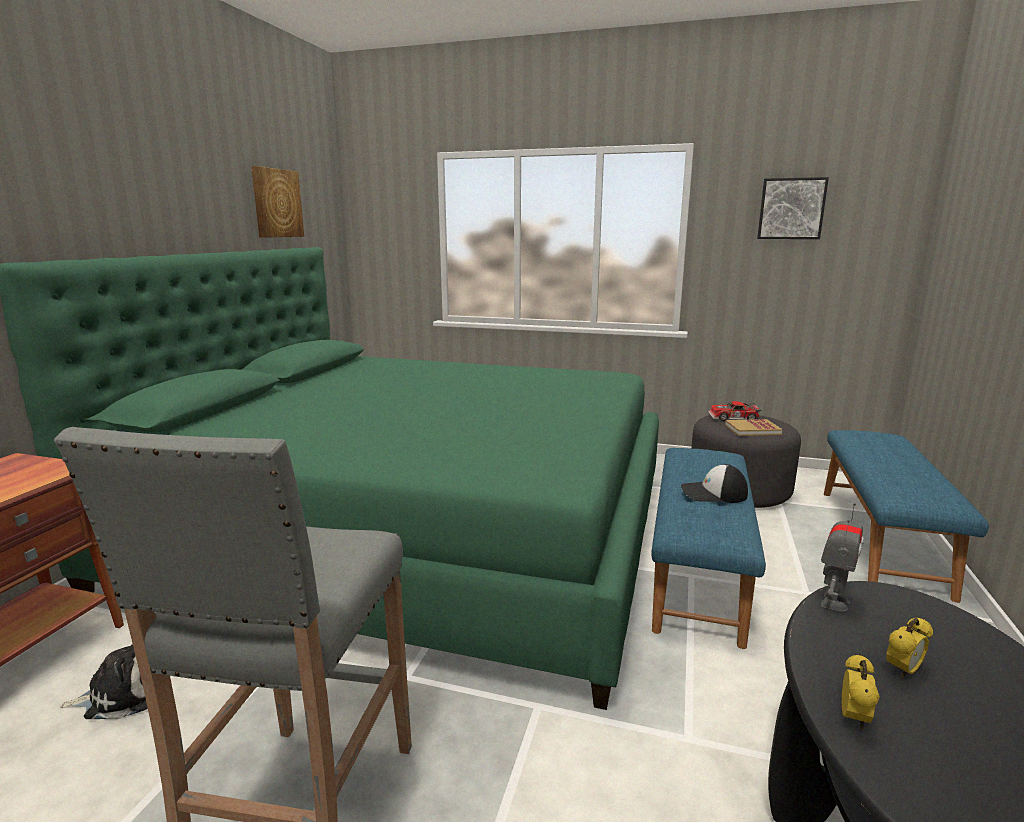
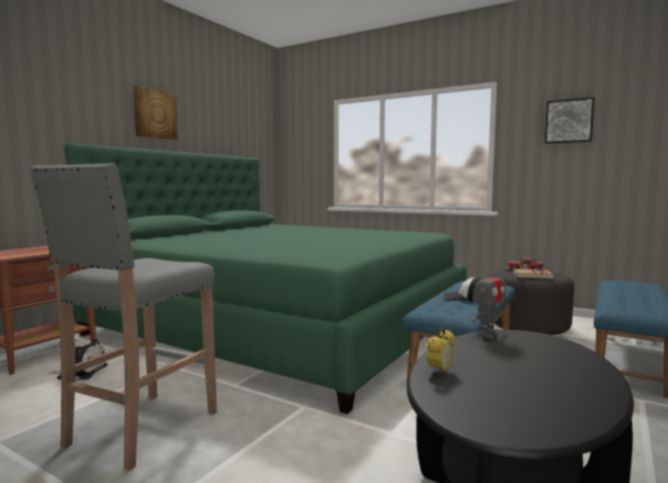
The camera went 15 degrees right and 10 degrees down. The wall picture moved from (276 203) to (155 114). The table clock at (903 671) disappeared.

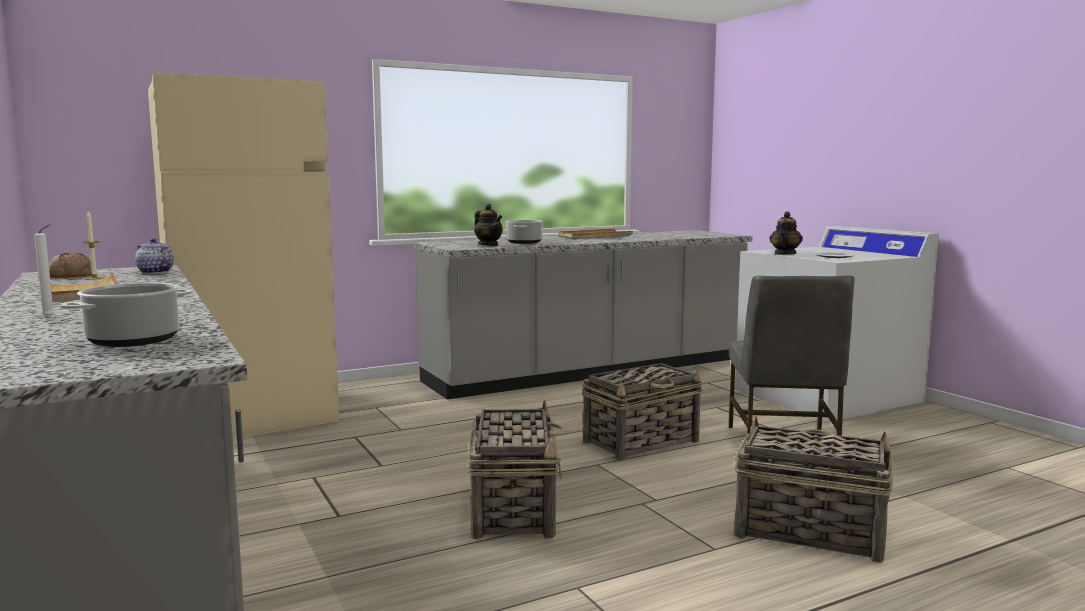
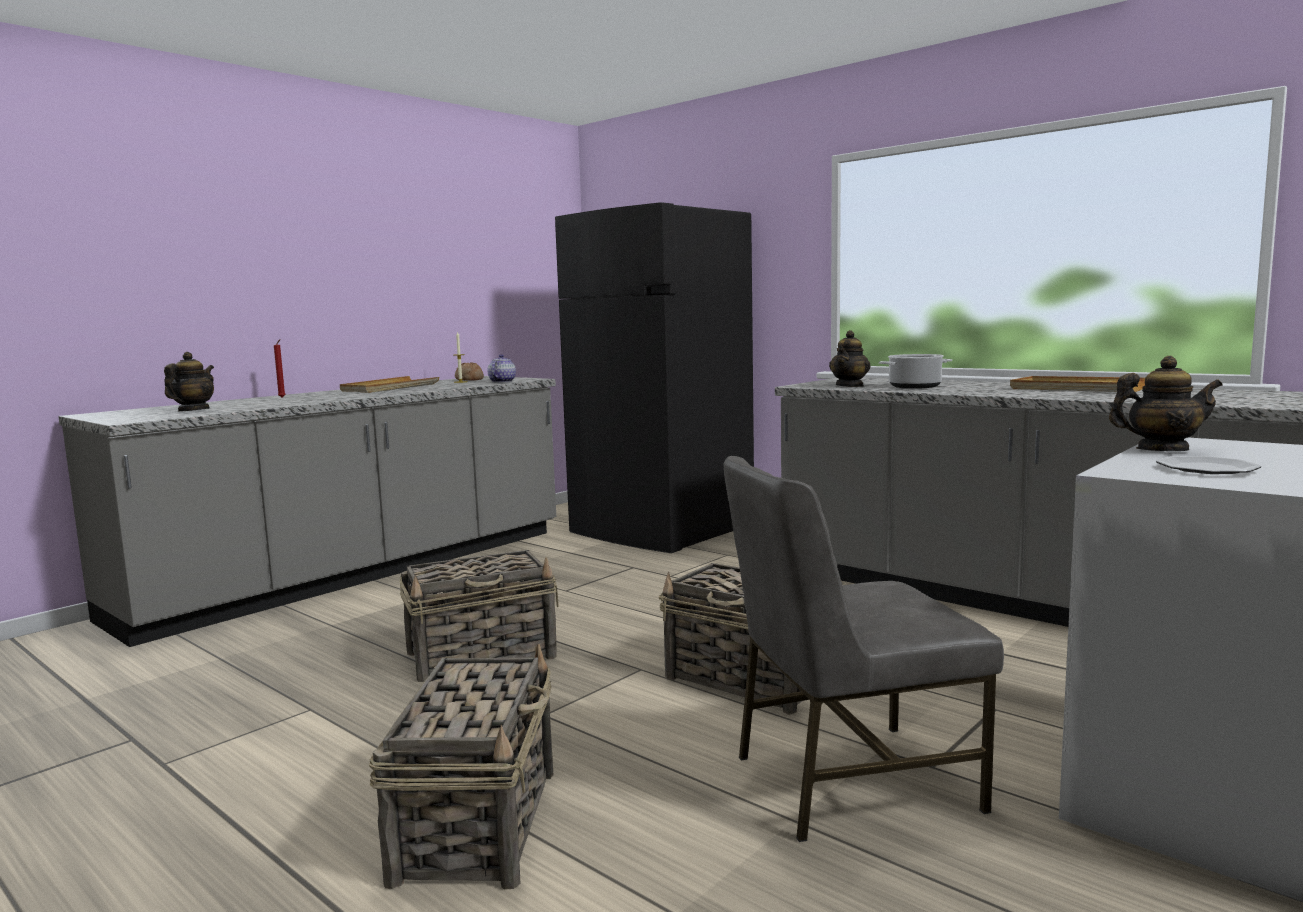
The camera went 70 degrees right and 0 degrees up. The whitish wax candle at (50 317) became the reddish wax candle at (282 397). The saucepot at (132 340) was replaced by the teapot at (193 410). The beige kitchen fridge at (253 413) became the blackish kitchen fridge at (661 529).

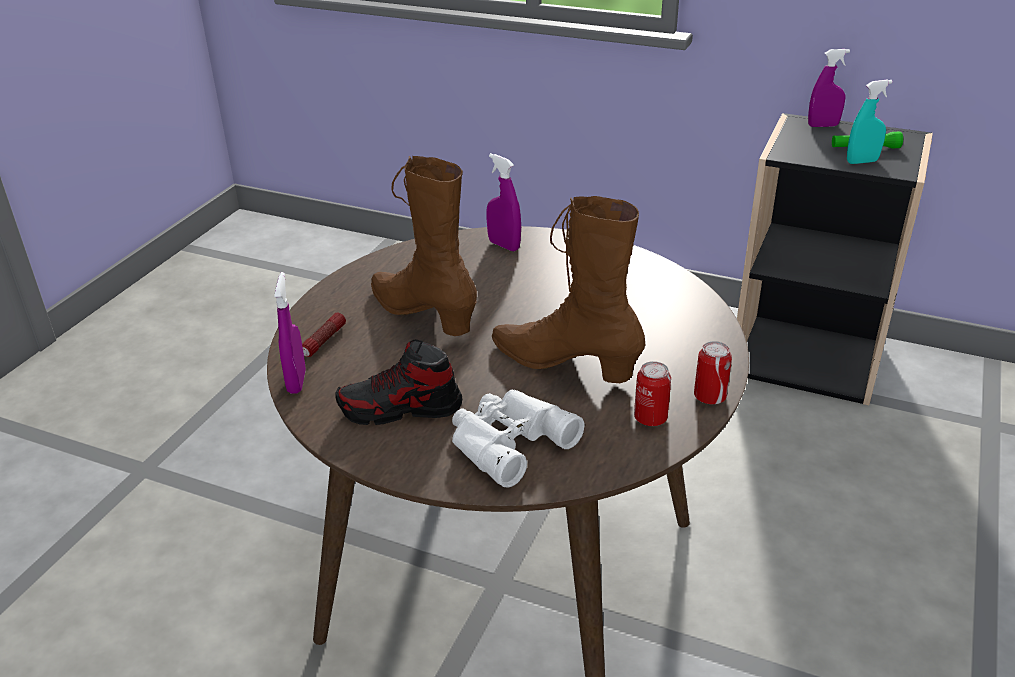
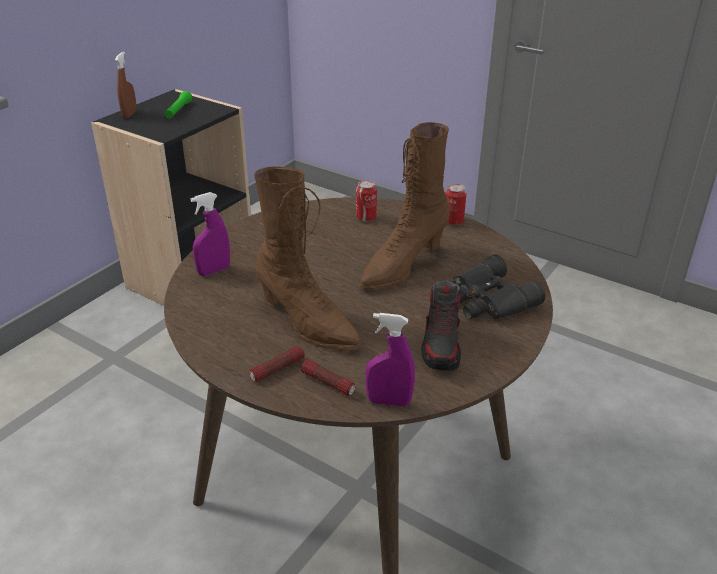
The camera went 80 degrees left and 0 degrees up. The brown high-top boot at (423 314) turned 105 degrees counterclockwise. The whitish binoculars at (506 441) became the blackish binoculars at (487 300). The metal can moved from (650 418) to (366 217). The purple-coloured spray bottle at (823 126) became the brown spray bottle at (129 114). The blue-green spray bottle at (862 162) disappeared. The flashlight at (277 369) appeared.

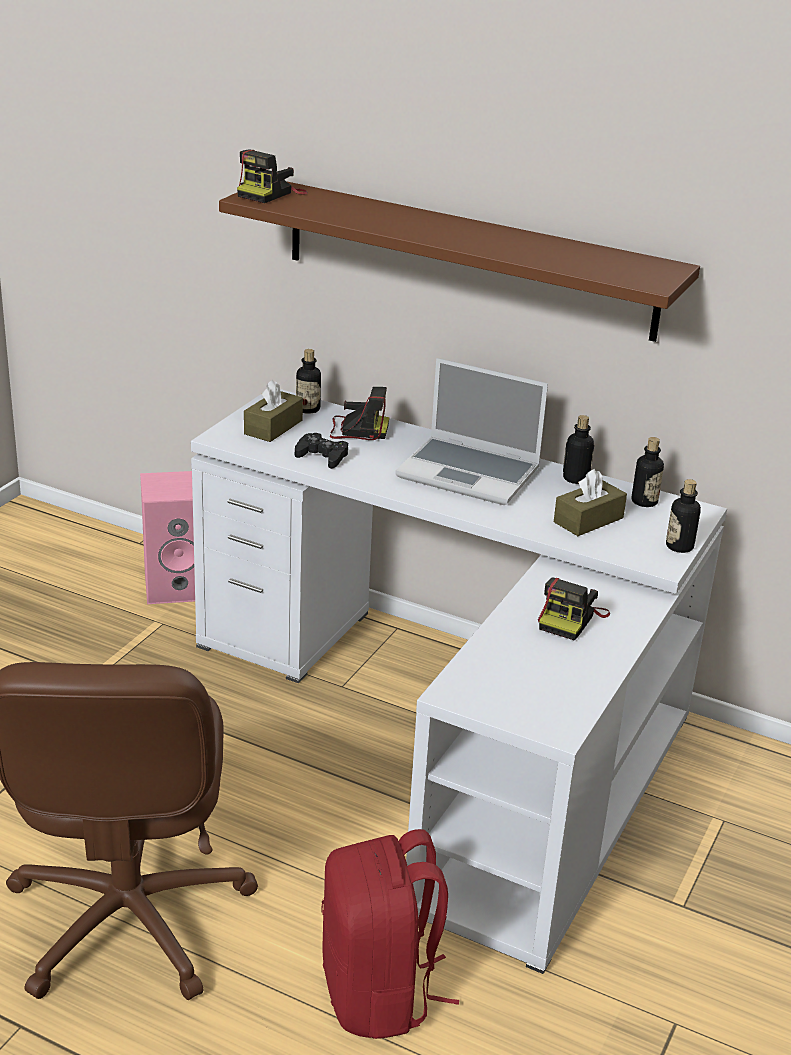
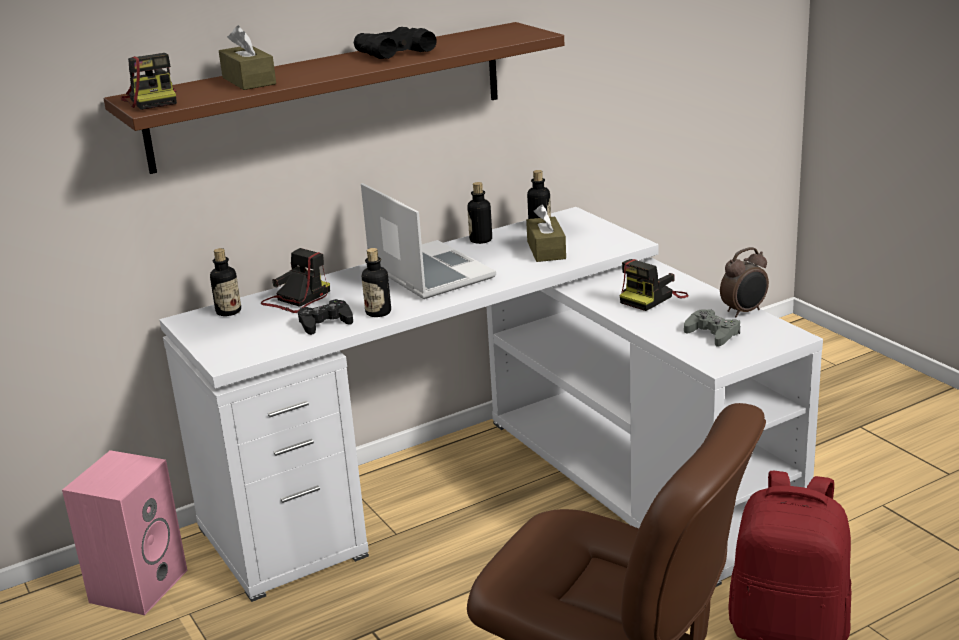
The camera went 55 degrees left and 5 degrees down. The brown tissue holder moved from (273 427) to (249 81). The laptop at (470 473) turned 90 degrees counterclockwise. The still camera at (571 619) turned 75 degrees clockwise. The drink bottle moved from (679 546) to (378 312). The blackish binoculars at (395 53) appeared. The grey joypad at (712 334) appeared. The table clock at (744 312) appeared.

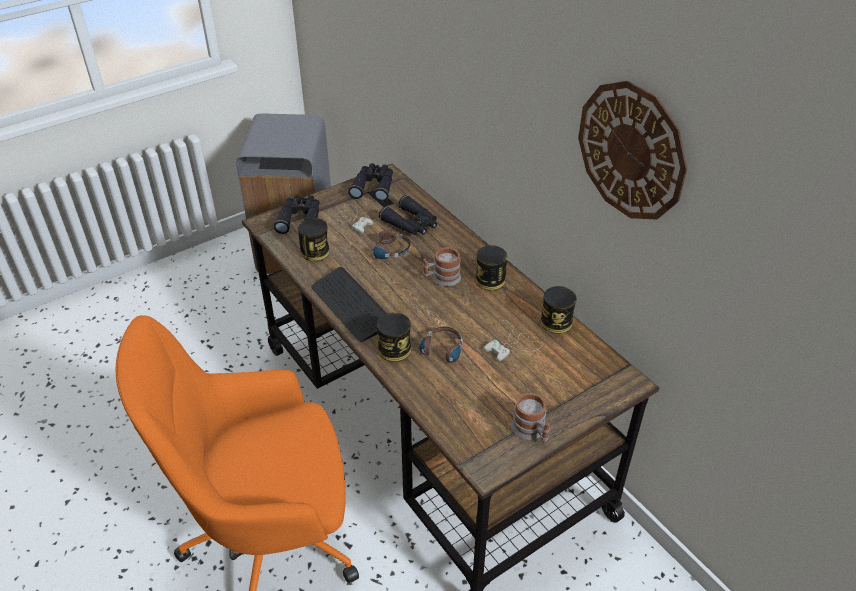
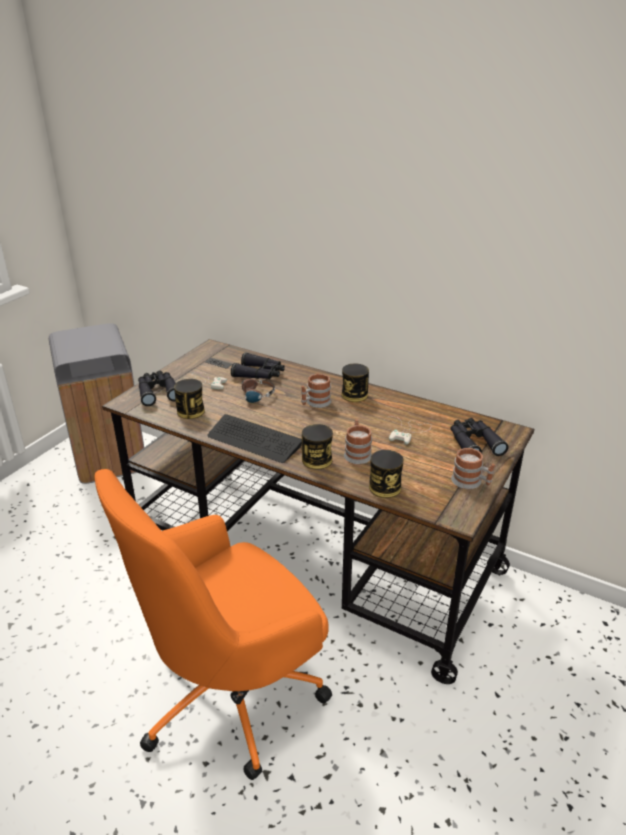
The camera went 25 degrees left and 10 degrees down. The blackish binoculars moved from (373 186) to (474 443). The headphones at (440 354) was replaced by the coffee mug at (357 453). The metal can moved from (556 322) to (385 487). The hanging clock at (631 151) disappeared.

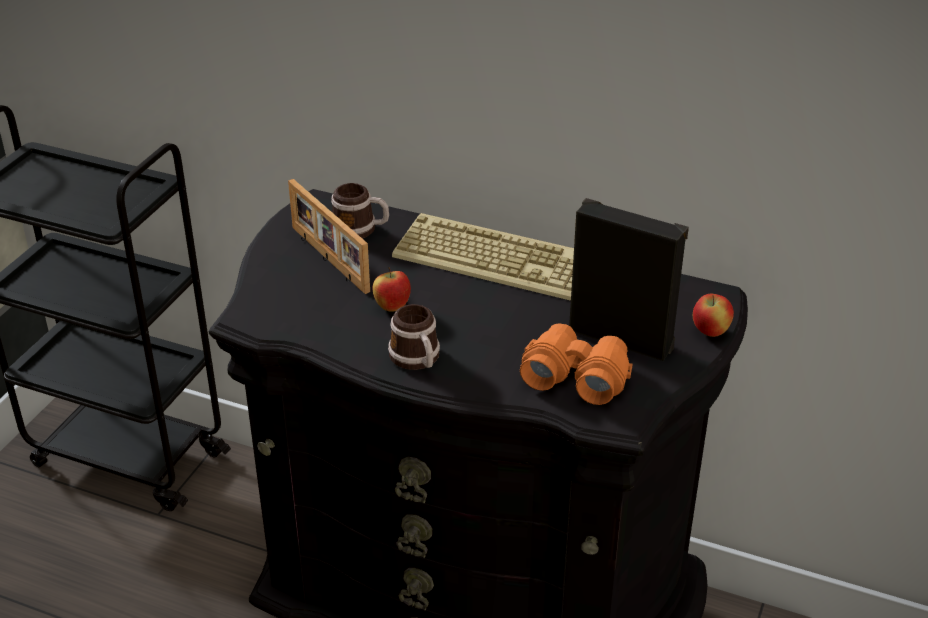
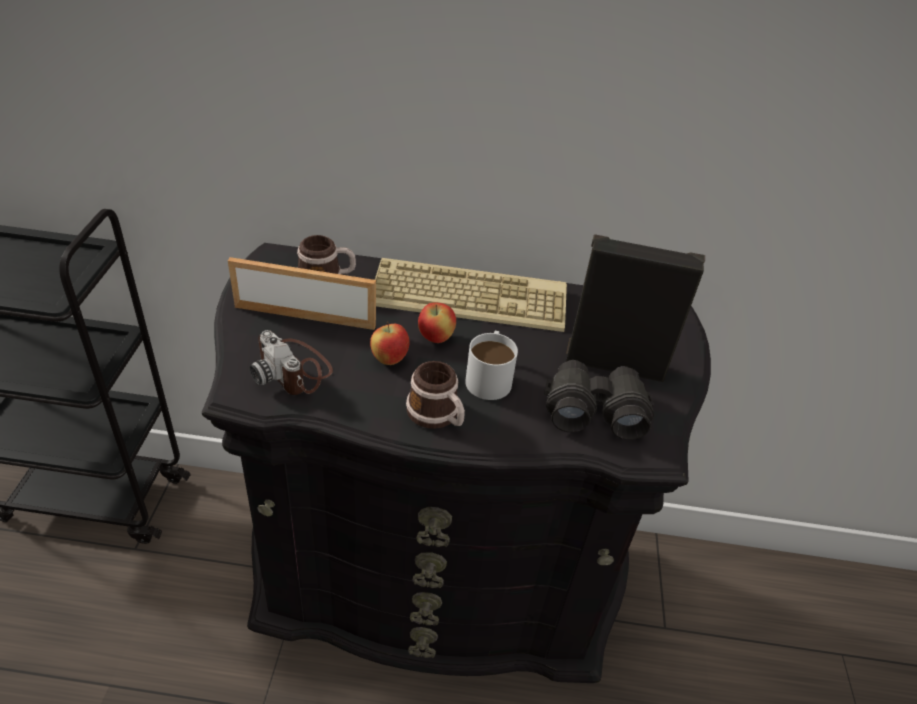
The camera went 20 degrees left and 5 degrees up. The photo frame at (328 259) turned 150 degrees clockwise. The orangey binoculars at (576 375) became the blackish binoculars at (594 410). The apple moved from (710 332) to (436 338). The still camera at (294 370) appeared. The whitish coffee mug at (490 376) appeared.

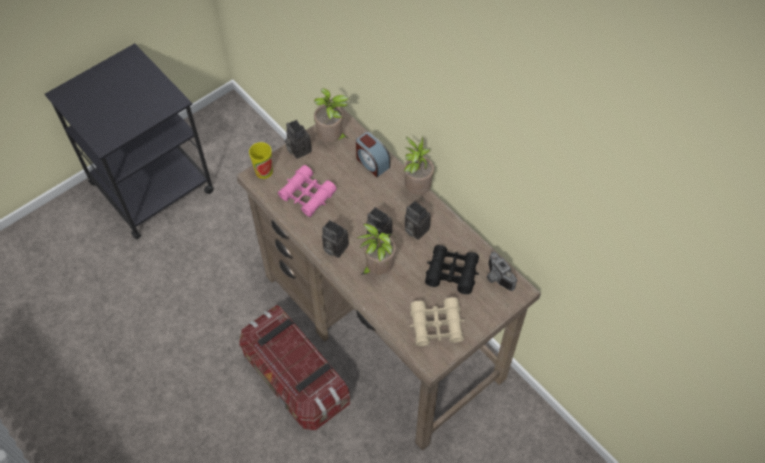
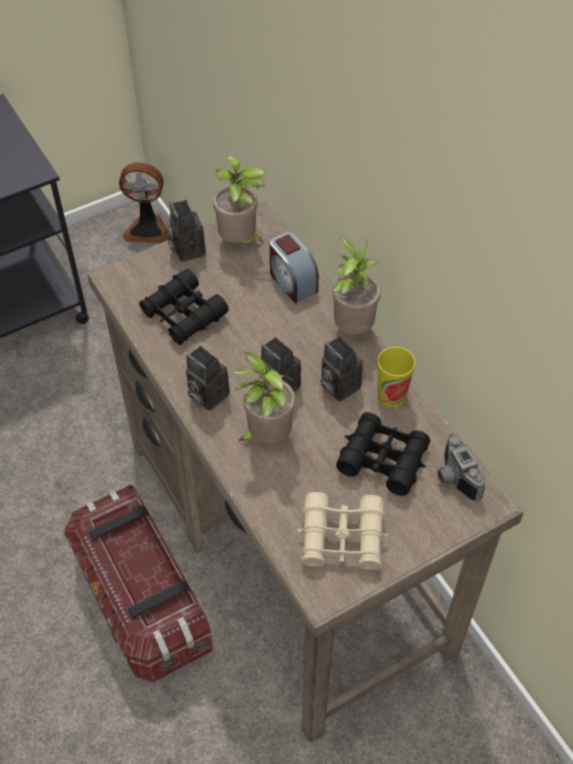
The camera went 10 degrees right and 5 degrees down. The cup moved from (264 171) to (391 395). The pinkish binoculars at (307 195) became the blackish binoculars at (184 314). The cooling fan at (147 228) appeared.

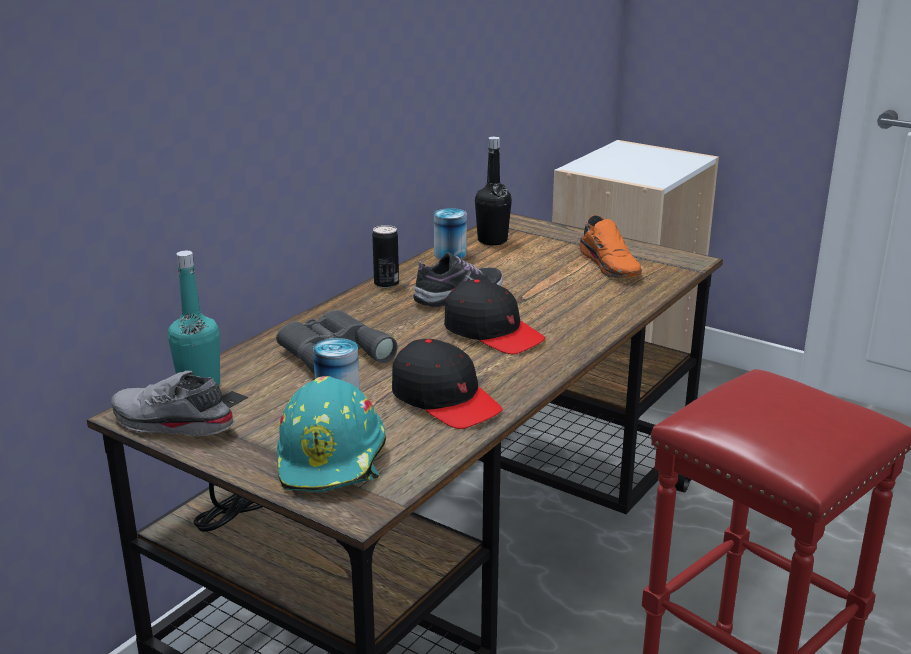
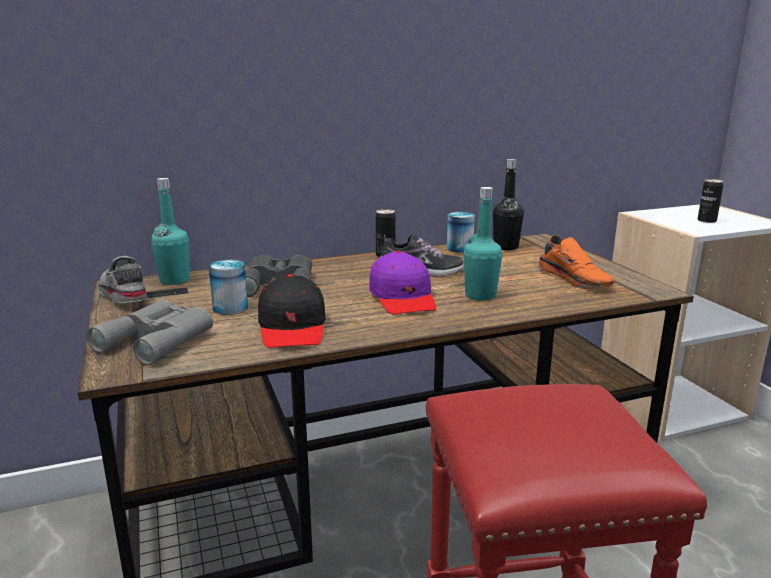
The camera went 35 degrees right and 5 degrees down. The blue-green work helmet at (333 459) was replaced by the grey binoculars at (160 339). The blackish peaked cap at (493 332) became the purple-coloured peaked cap at (403 298). The orangey low shoe at (611 265) turned 45 degrees counterclockwise. The blue-green drink bottle at (480 295) appeared. The metal can at (706 221) appeared.

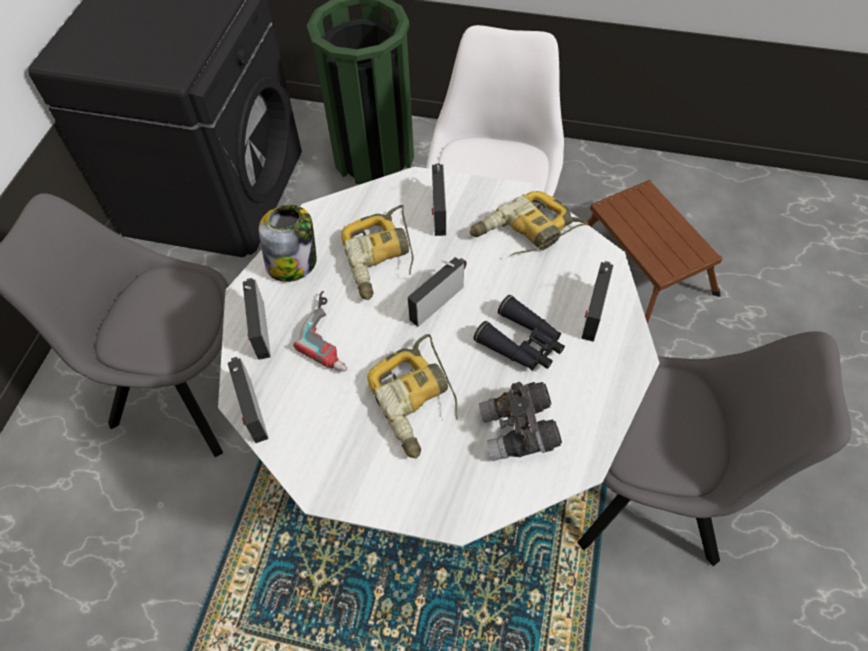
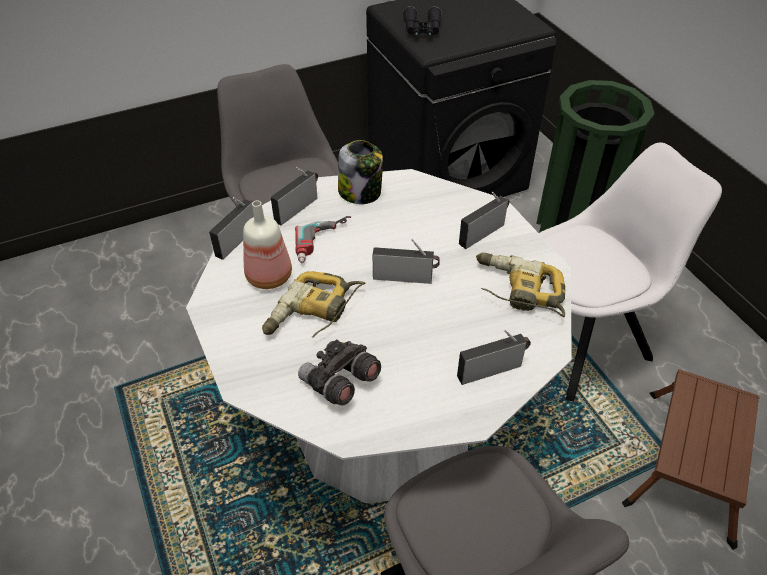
The camera went 50 degrees right and 10 degrees down. The drill at (382 259) disappeared. The blackish binoculars moved from (522 343) to (422 30). The drink bottle at (269 275) appeared.

